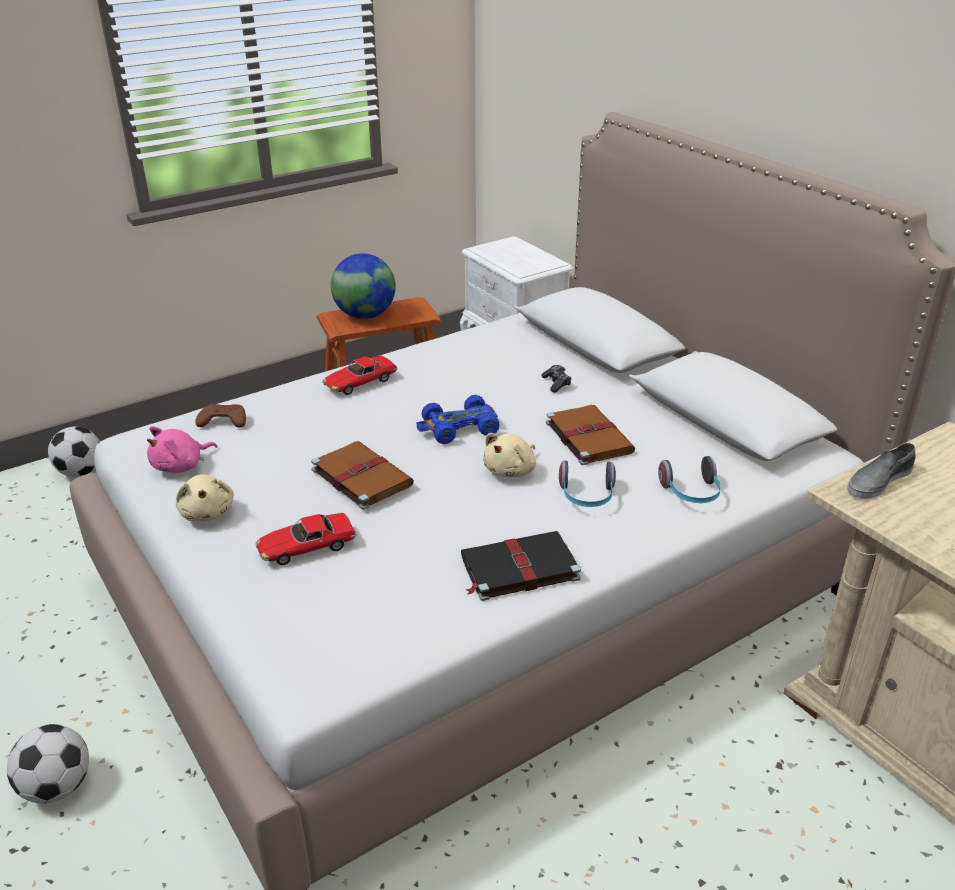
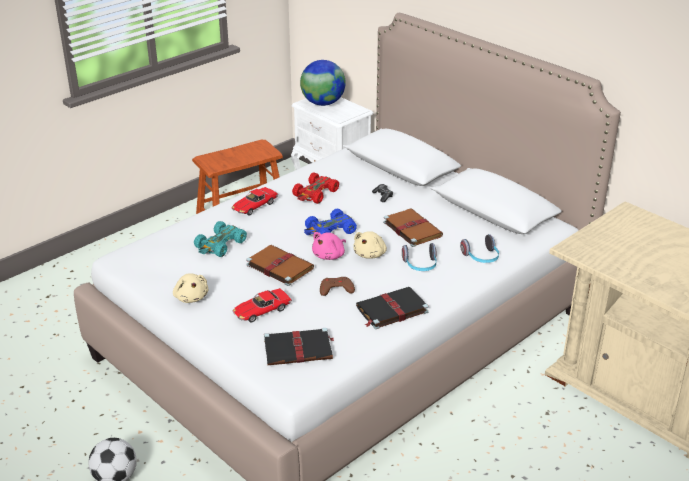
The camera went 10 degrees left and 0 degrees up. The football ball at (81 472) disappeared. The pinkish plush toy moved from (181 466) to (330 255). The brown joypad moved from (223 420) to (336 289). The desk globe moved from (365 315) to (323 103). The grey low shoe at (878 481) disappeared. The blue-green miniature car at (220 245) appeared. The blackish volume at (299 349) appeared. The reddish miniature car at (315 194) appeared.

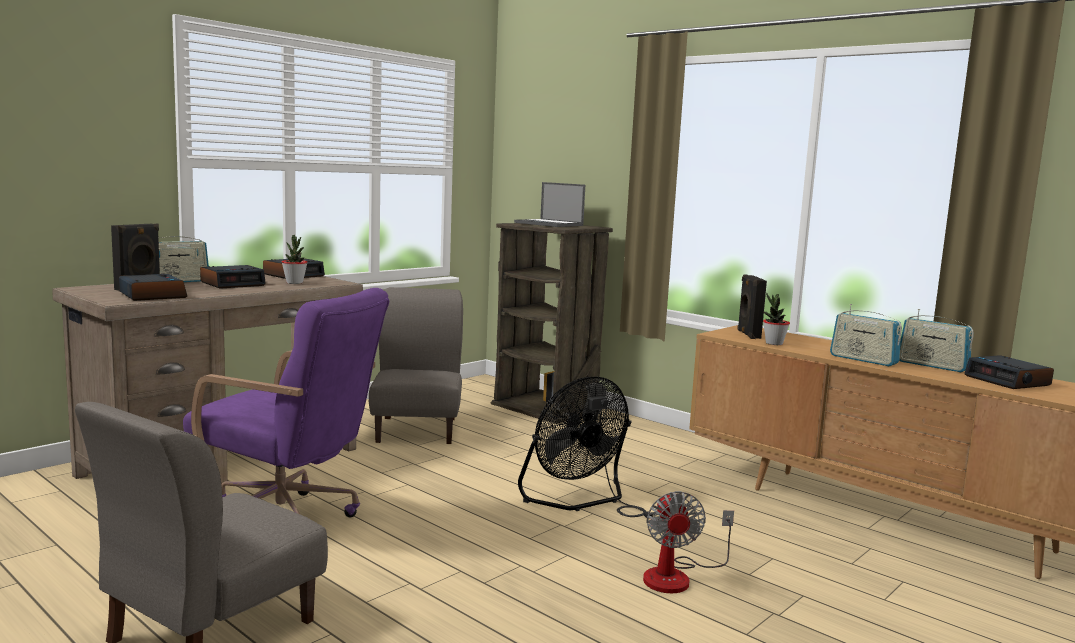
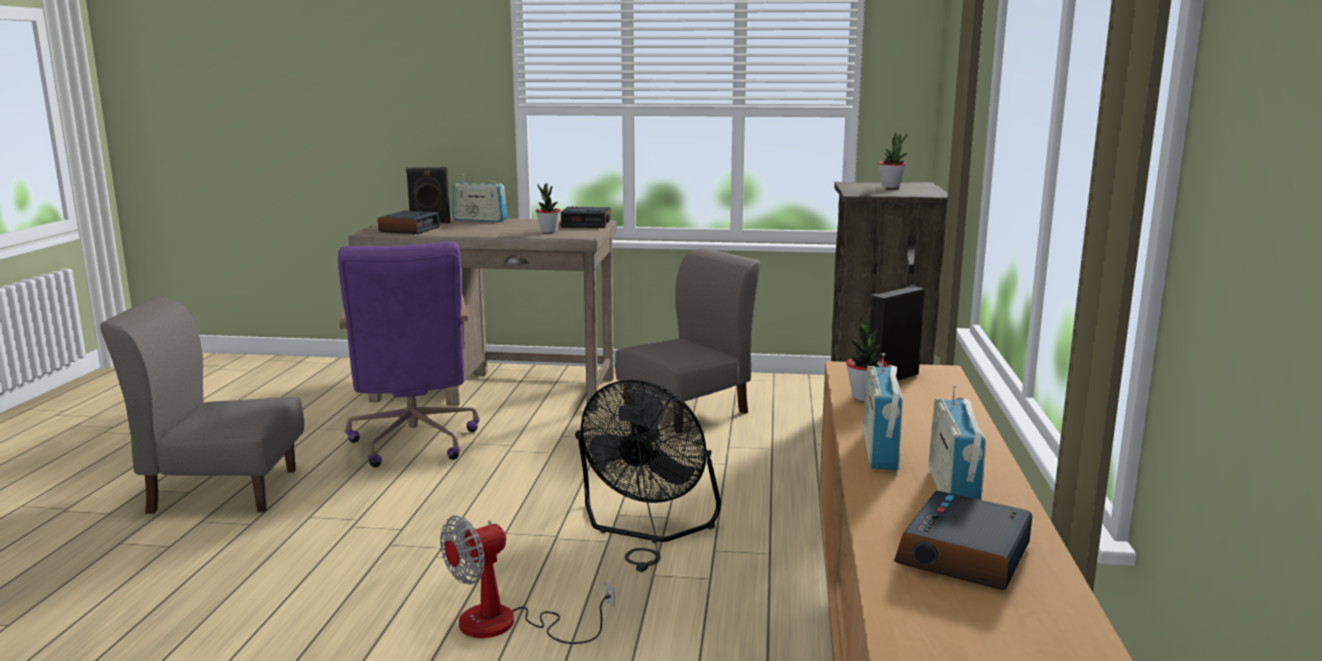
The camera went 55 degrees right and 5 degrees up. The table clock at (233 284) disappeared. The laptop at (549 224) was replaced by the plant in a pot at (890 186).

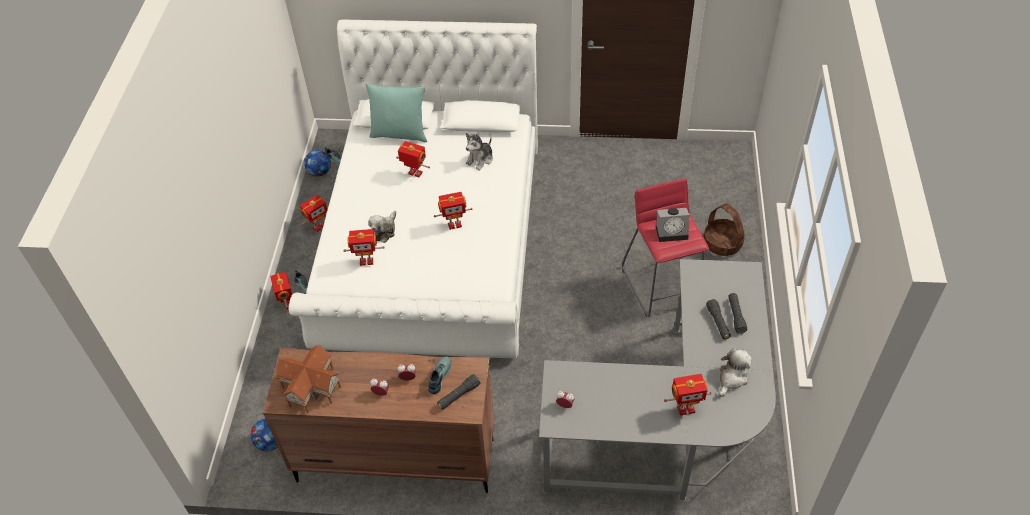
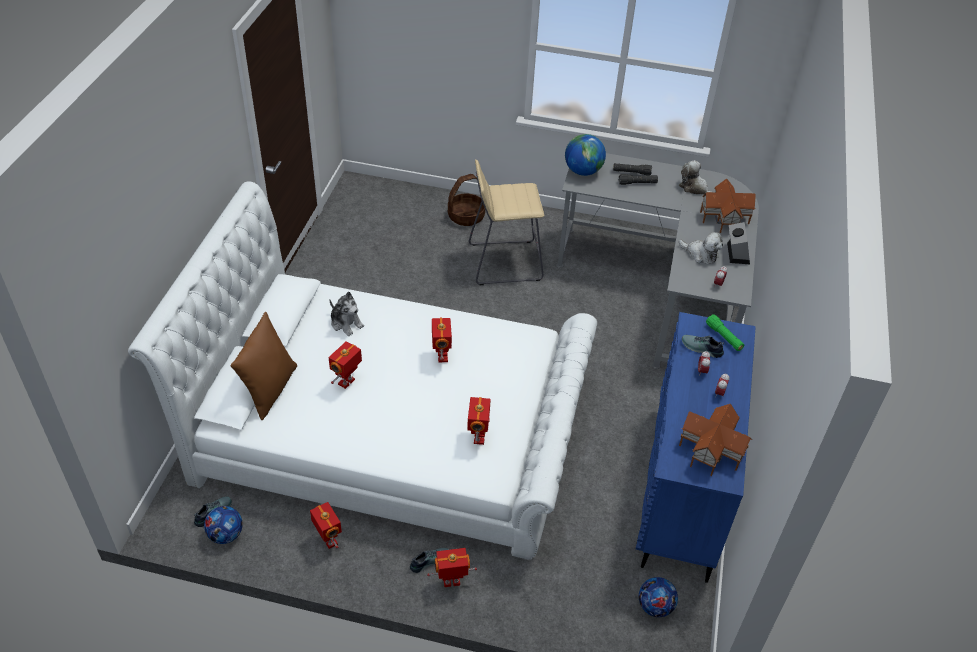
The camera went 85 degrees left and 5 degrees down. The brown drawer chest at (395 458) became the blue drawer chest at (682 489). The blue-green pillow at (400 134) became the brown pillow at (269 390). The plush toy moved from (384 230) to (701 254). The blackish flashlight at (458 395) became the green flashlight at (724 337). The reddish stool at (663 284) became the beige stool at (504 262). The table clock moved from (672 232) to (736 252). The model robot at (685 408) was replaced by the toy house at (723 217). The desk globe at (583 171) appeared.

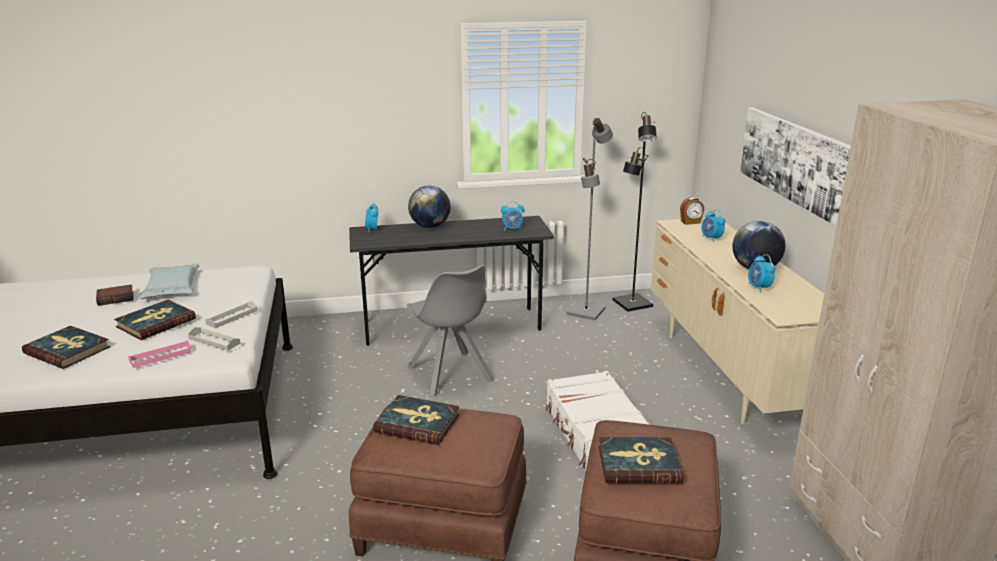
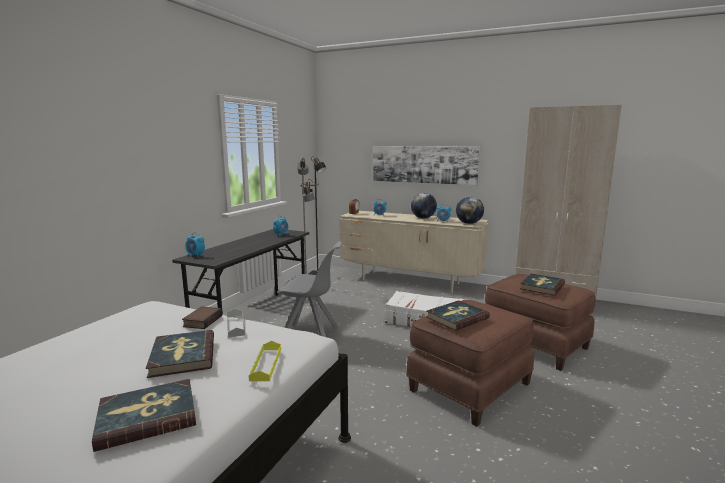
The camera went 55 degrees left and 10 degrees down. The volume moved from (116 298) to (202 321). The pinkish tray at (160 356) became the yellow tray at (266 364). The blue pillow at (172 286) disappeared. The grey tray at (214 341) disappeared. The desk globe moved from (430 226) to (469 223).

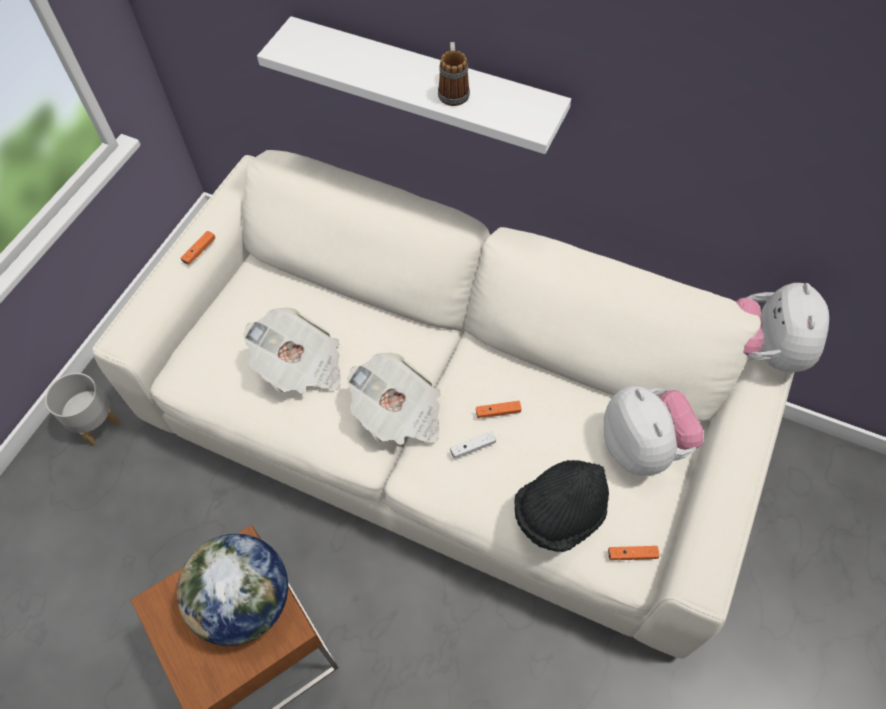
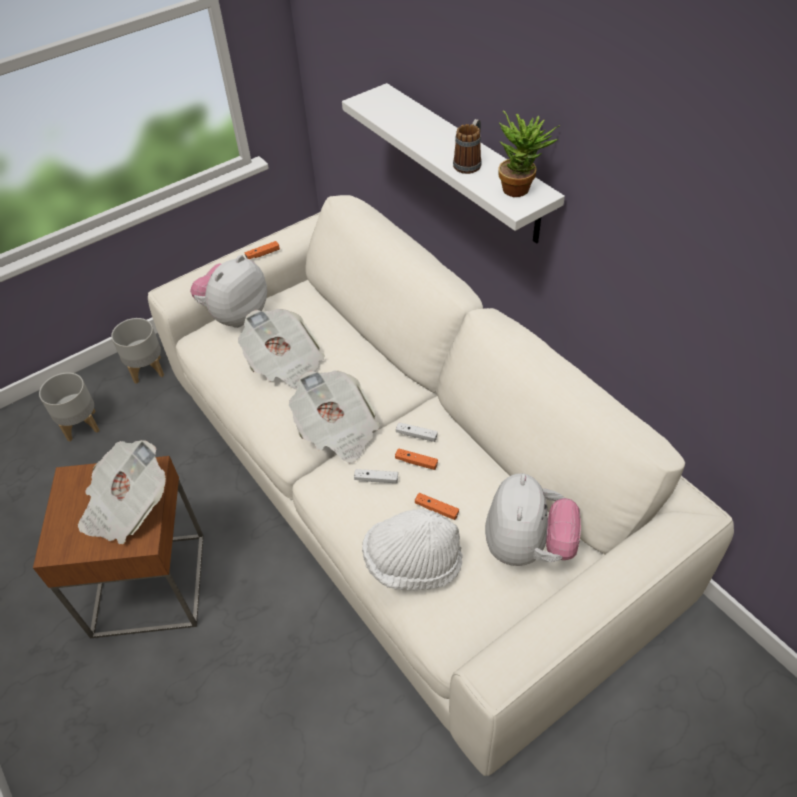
The camera went 30 degrees right and 10 degrees down. The desk globe at (245 602) was replaced by the printed paper at (127 507). The blackish wearable hat at (559 514) became the whitish wearable hat at (412 563). The orangey joypad moved from (632 555) to (436 509). The plush toy moved from (763 351) to (235 315). The grey plant pot at (81 425) appeared. The whitish joypad at (416 435) appeared. The plant in a pot at (521 189) appeared.

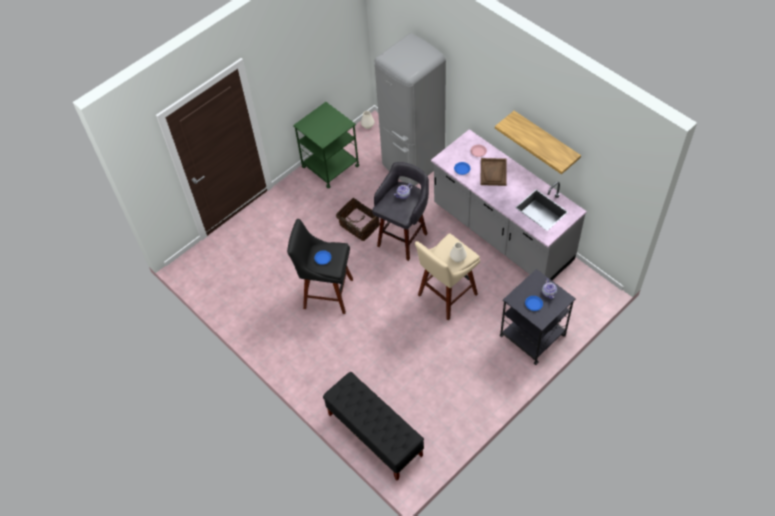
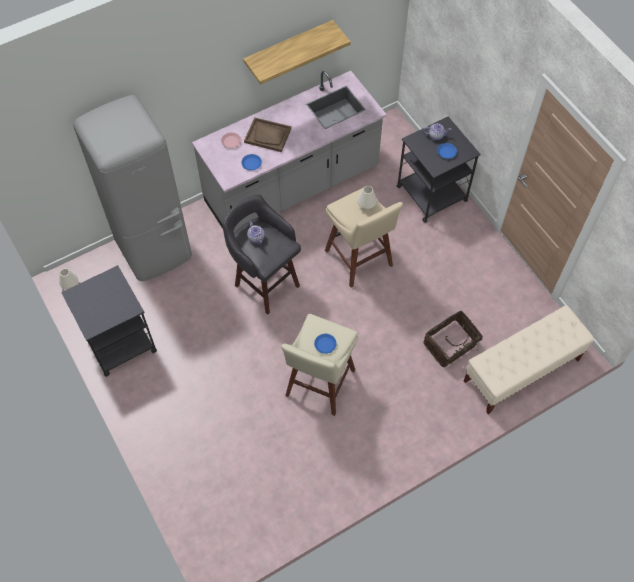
The camera went 80 degrees left and 5 degrees up. The blackish stool at (326 293) became the beige stool at (319 384). The green trolley at (331 166) became the blackish trolley at (119 341). The blackish long seat at (374 435) became the beige long seat at (521 371). The household basket moved from (358 226) to (450 346).

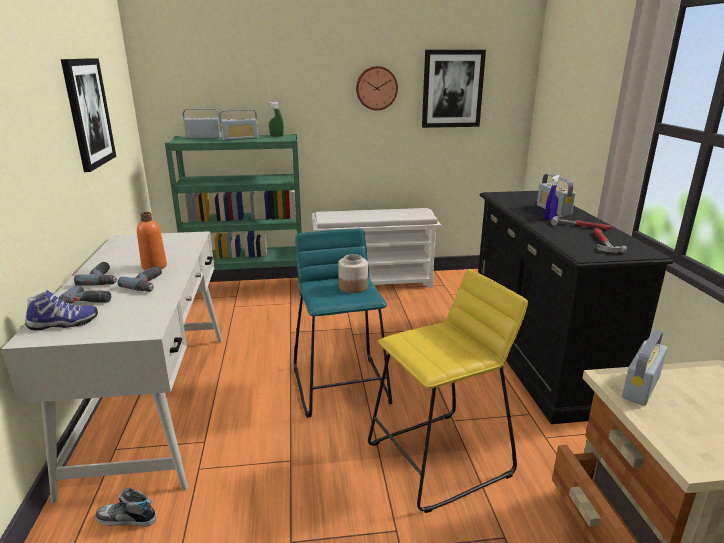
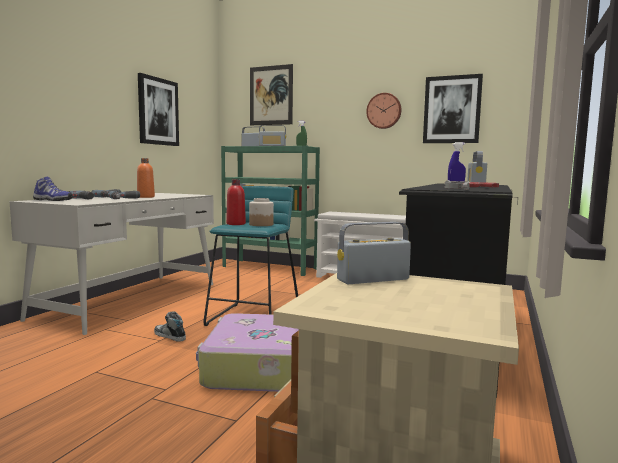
The camera went 30 degrees right and 15 degrees down. The low shoe moved from (126 519) to (169 336). The yellow stool at (439 459) was replaced by the travel case at (260 368). The reddish drink bottle at (236 224) appeared. The wall picture at (271 95) appeared.

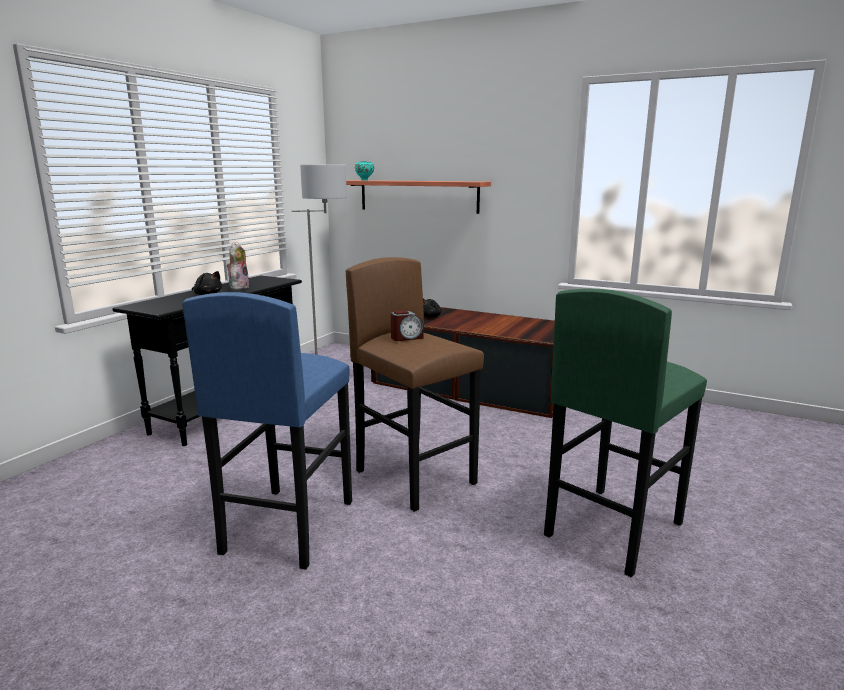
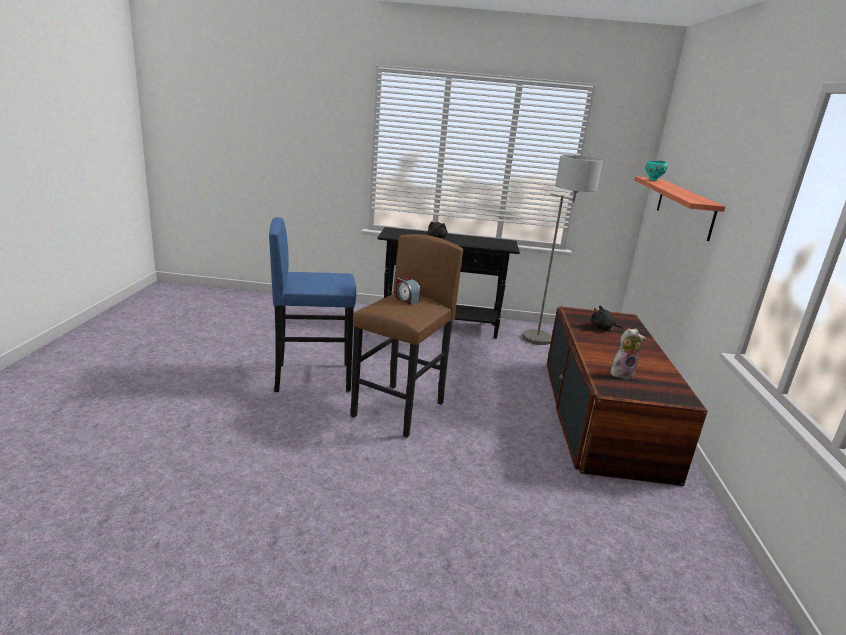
The camera went 65 degrees right and 5 degrees up. The plush toy moved from (238 287) to (622 373). The green stool at (612 529) disappeared.

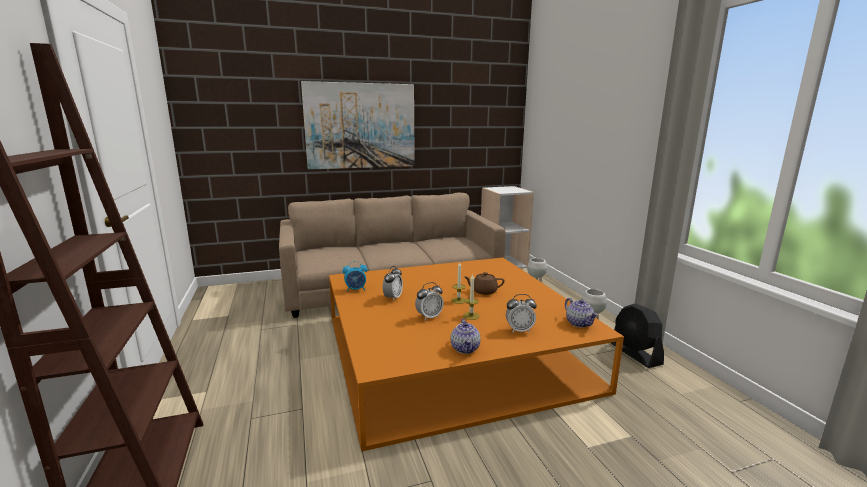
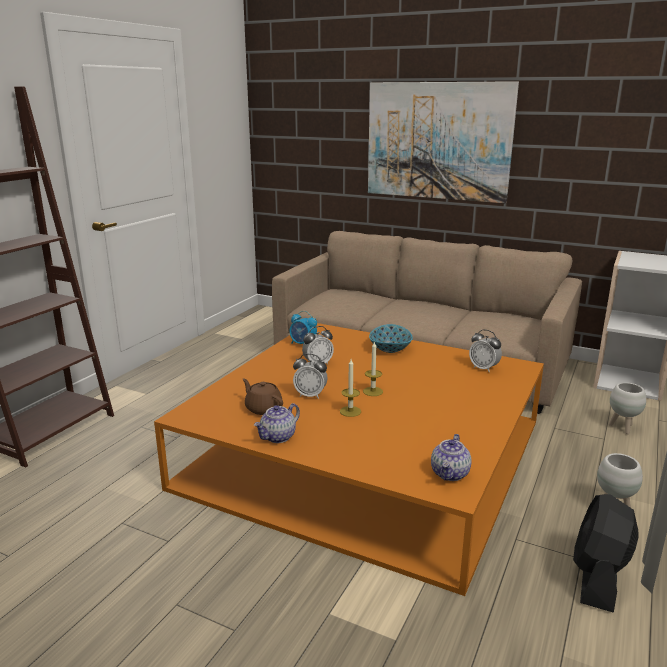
The camera went 45 degrees right and 5 degrees up. The brown teapot moved from (484 291) to (263 408). The table clock moved from (519 330) to (483 368). The bowl at (389 349) appeared.

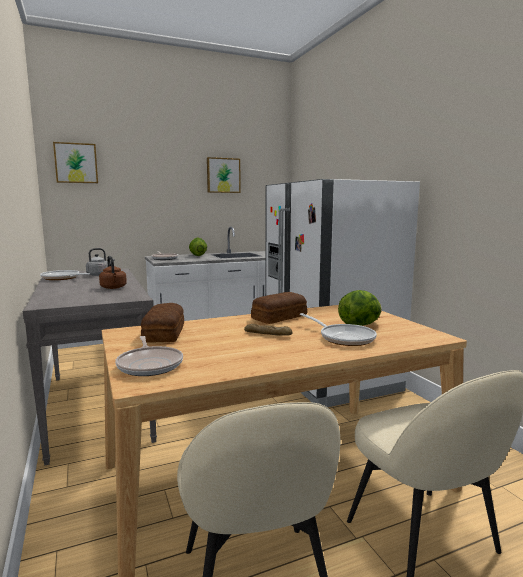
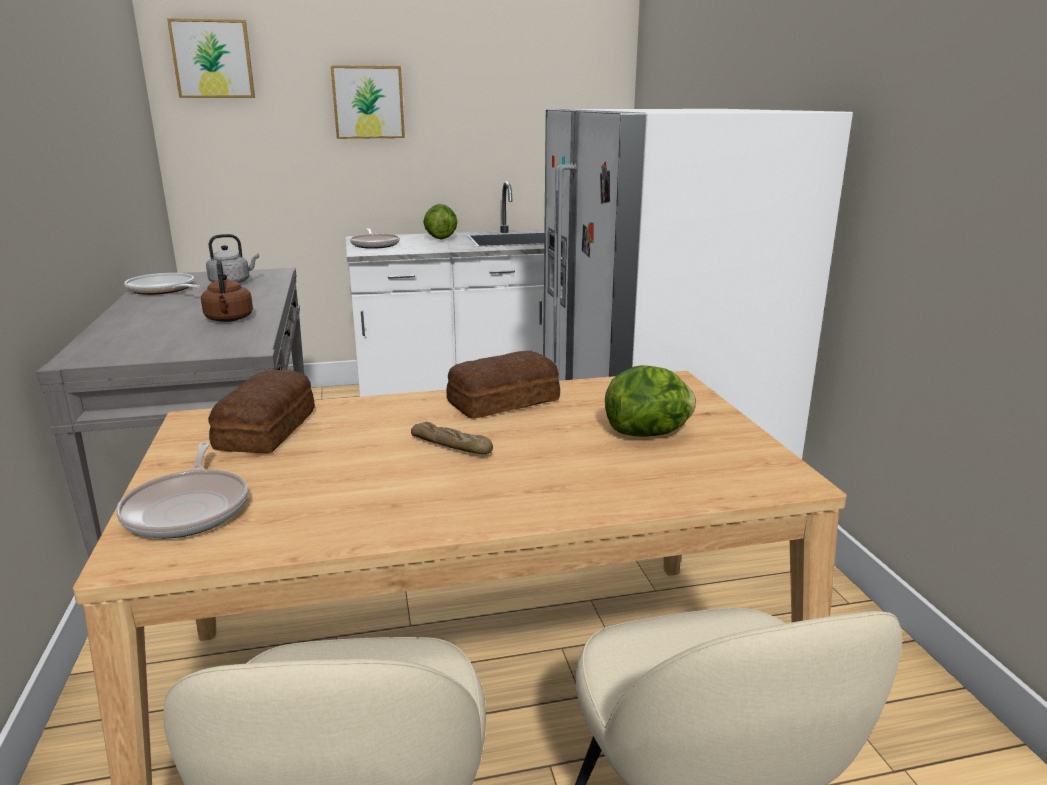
The camera went 10 degrees right and 10 degrees up. The wall picture moved from (223 175) to (368 102). The pan at (343 338) disappeared.

